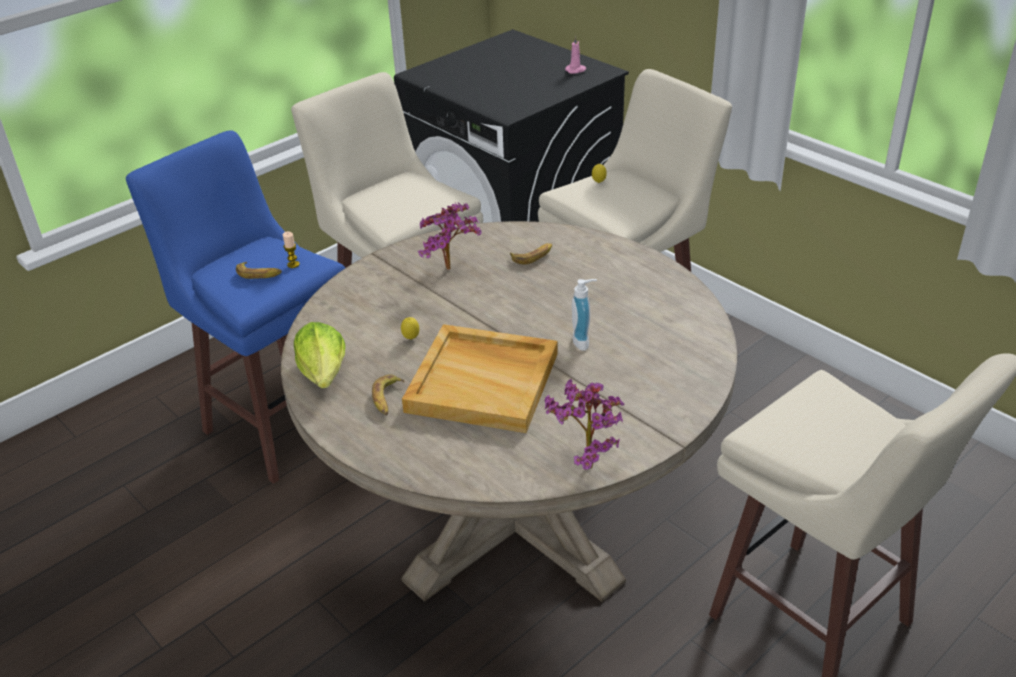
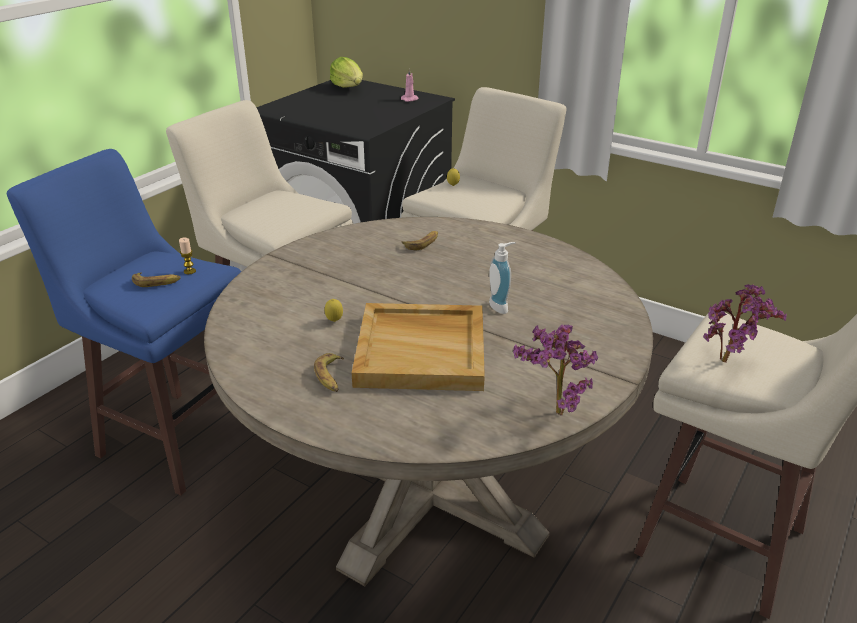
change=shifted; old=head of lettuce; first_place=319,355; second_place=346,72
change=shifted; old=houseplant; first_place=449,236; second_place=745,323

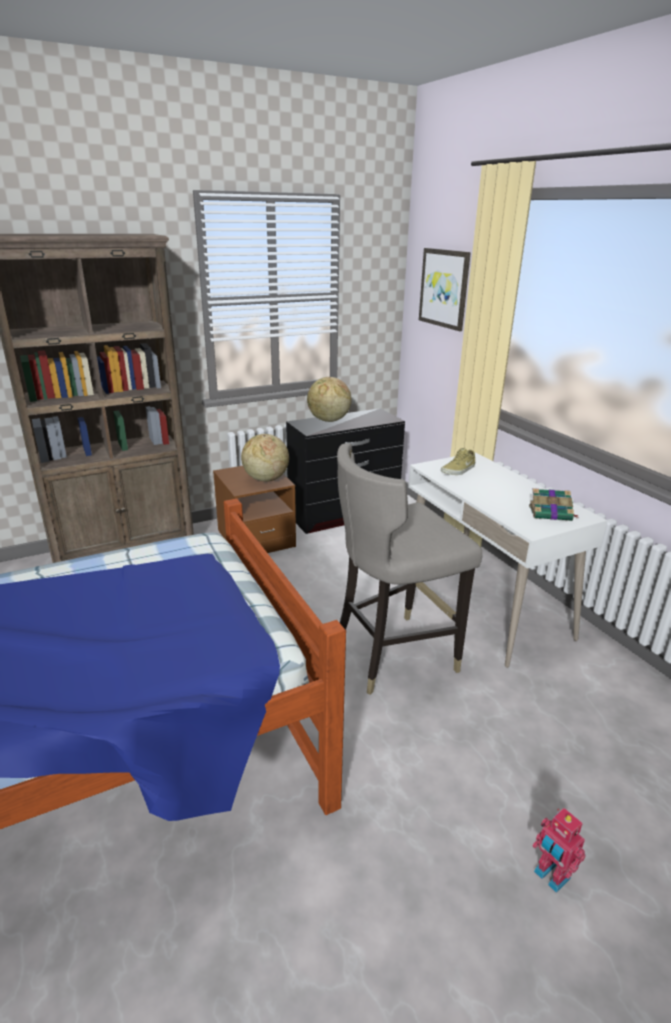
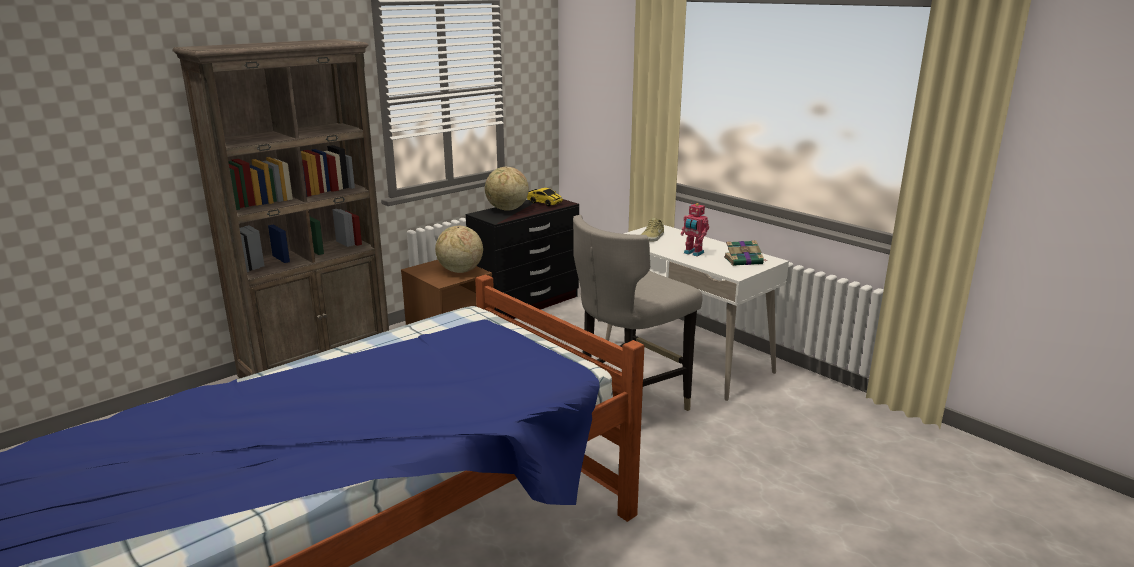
change=new; new=miniature car; second_place=545,197
change=shifted; old=toy robot; first_place=559,850; second_place=695,230
change=gone; old=picture; first_place=445,289

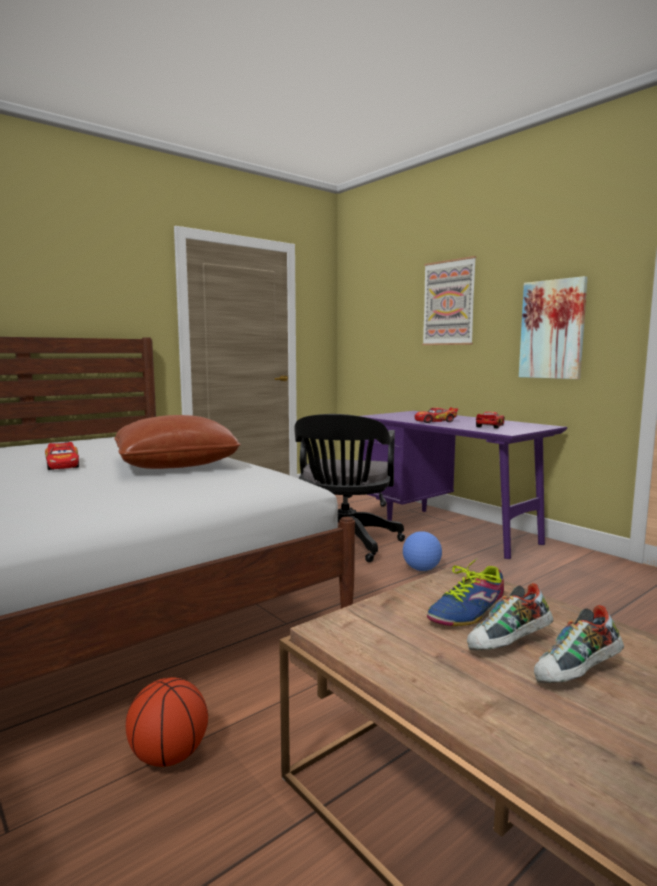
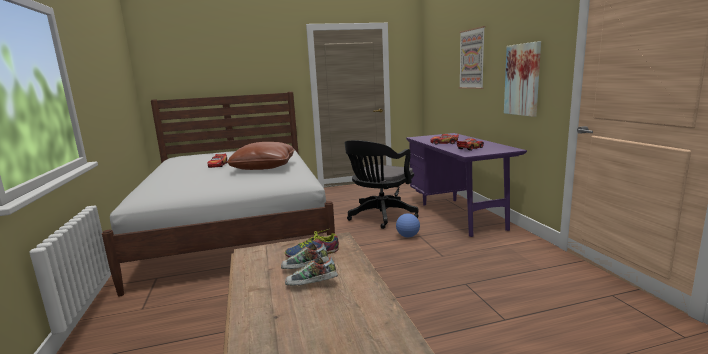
change=gone; old=ball for basketball; first_place=167,722

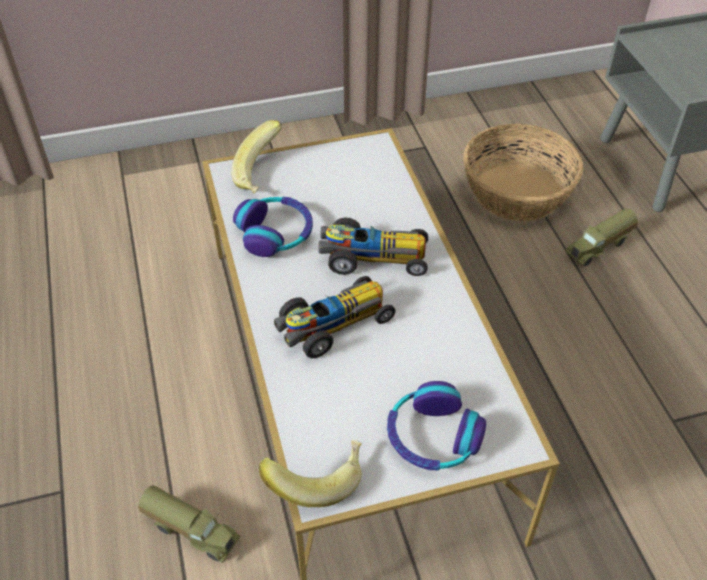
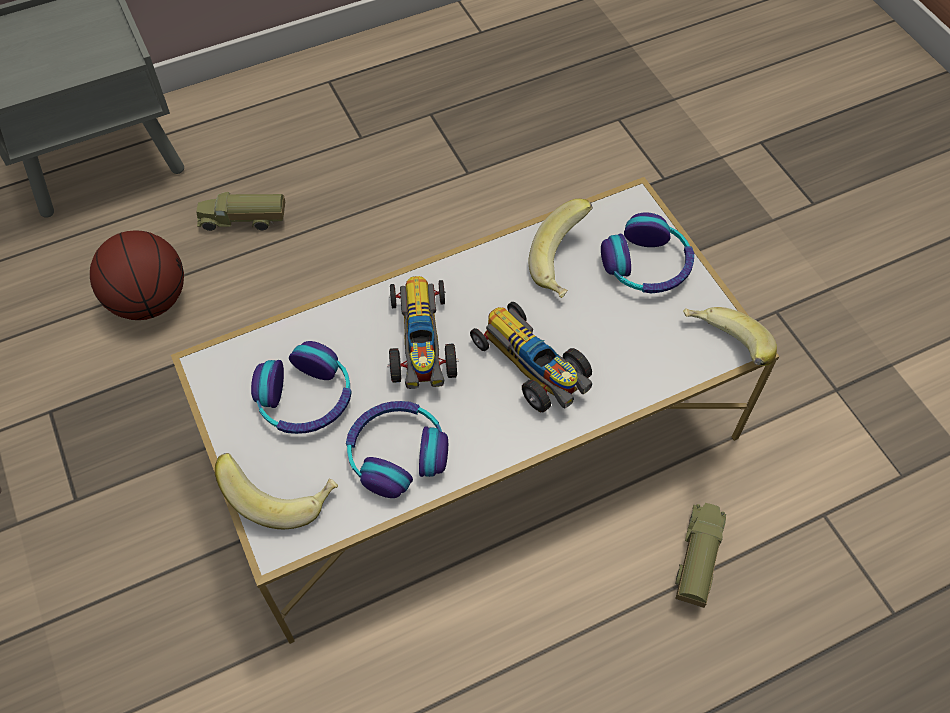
change=swapped; old=storage basket; new=ball for basketball; first_place=523,172; second_place=137,275
change=rotated; old=model truck; first_place=601,237; second_place=241,211; degrees=135
change=new; new=headphones; second_place=301,387
change=new; new=banana; second_place=561,248

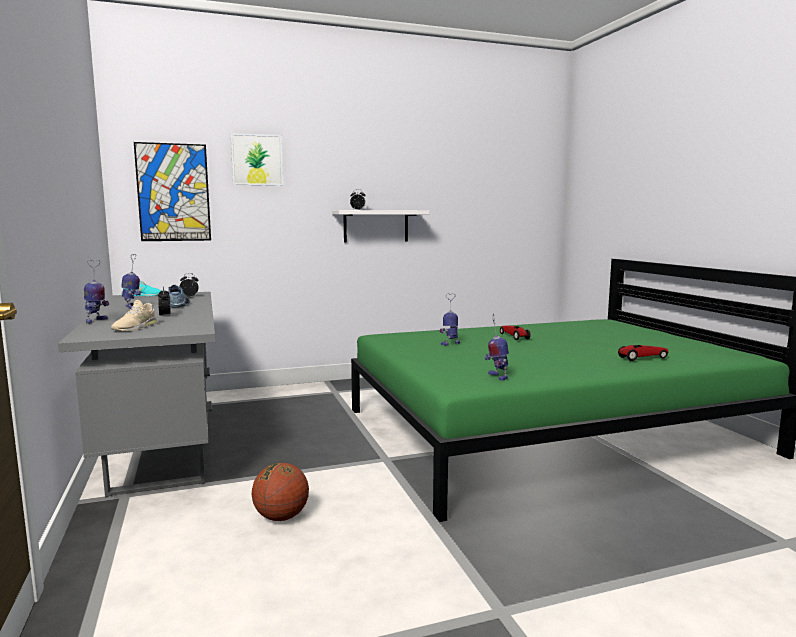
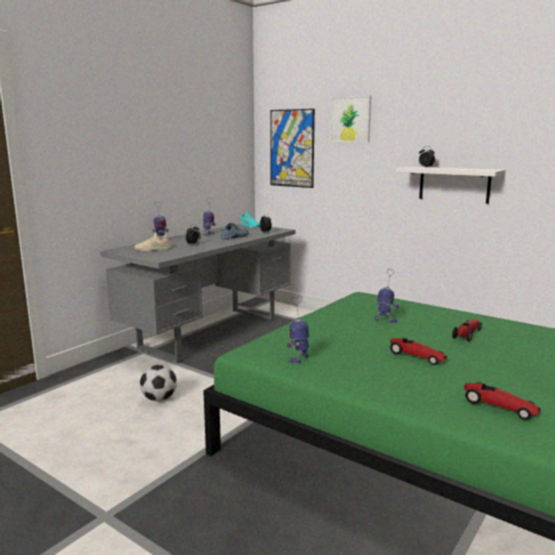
change=swapped; old=ball for basketball; new=ball for football; first_place=280,492; second_place=158,383
change=new; new=miniature car; second_place=418,351

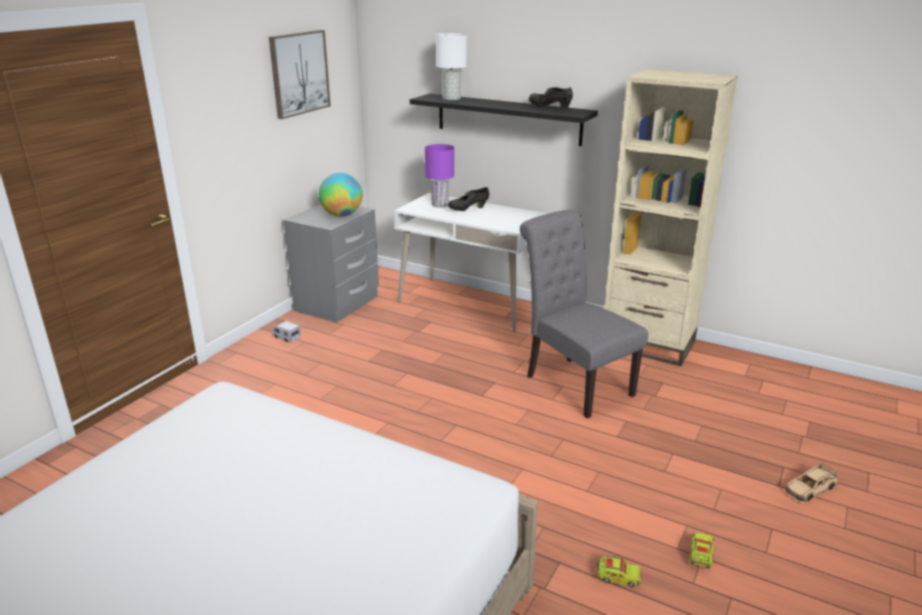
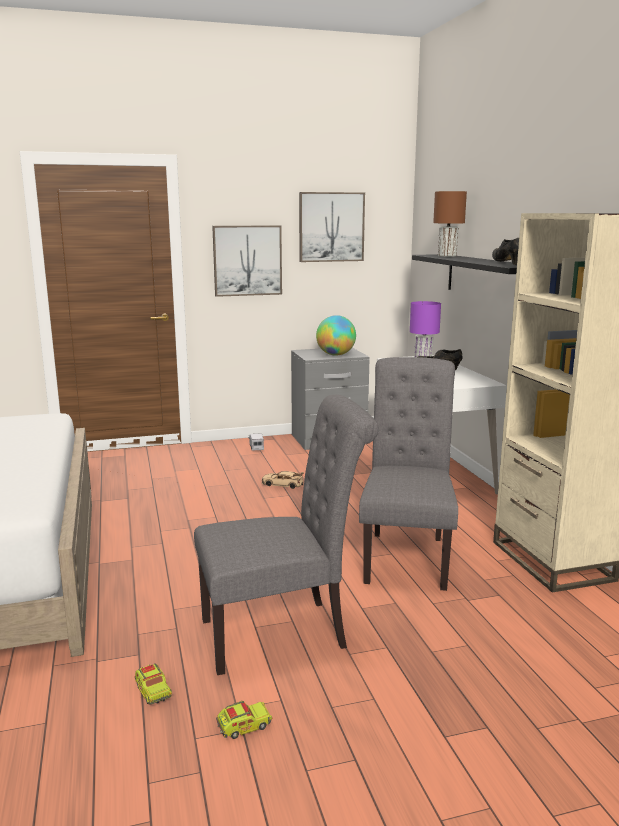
change=new; new=plain chair in greyish; second_place=286,535
change=new; new=picture; second_place=247,261
change=shifted; old=miniature car in beige-coloured; first_place=812,482; second_place=283,480
change=repainted; old=table lamp in whitish; new=table lamp in brownish; first_place=451,66; second_place=450,224

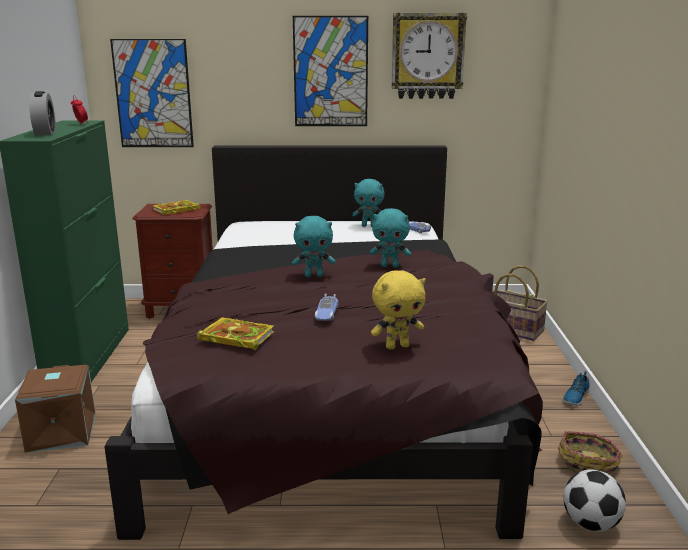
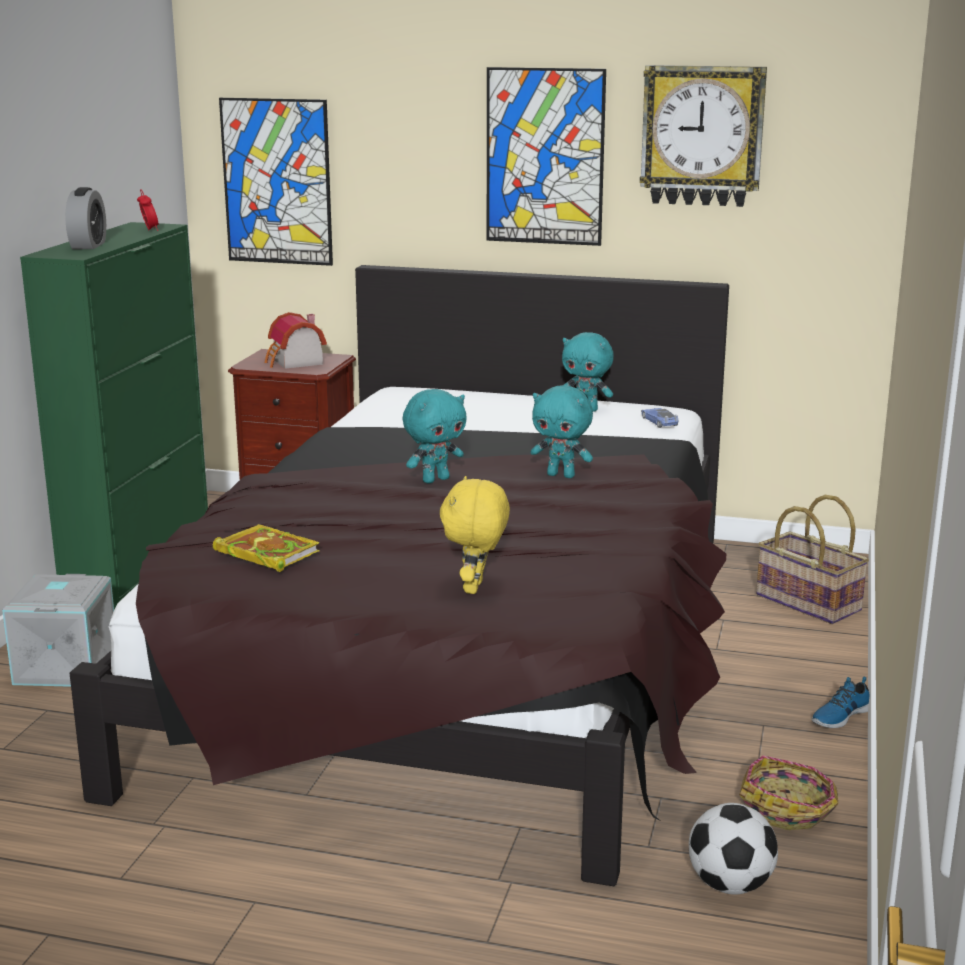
change=repainted; old=storage bin in brownish; new=storage bin in greyish; first_place=55,409; second_place=58,630
change=swapped; old=volume; new=miniature house; first_place=176,207; second_place=296,340
change=rotated; old=plush toy in turquoise; first_place=313,246; second_place=435,436; degrees=-45
change=rotated; old=plush toy in yellow; first_place=398,309; second_place=475,535; degrees=105
change=gone; old=miniature car; first_place=326,307

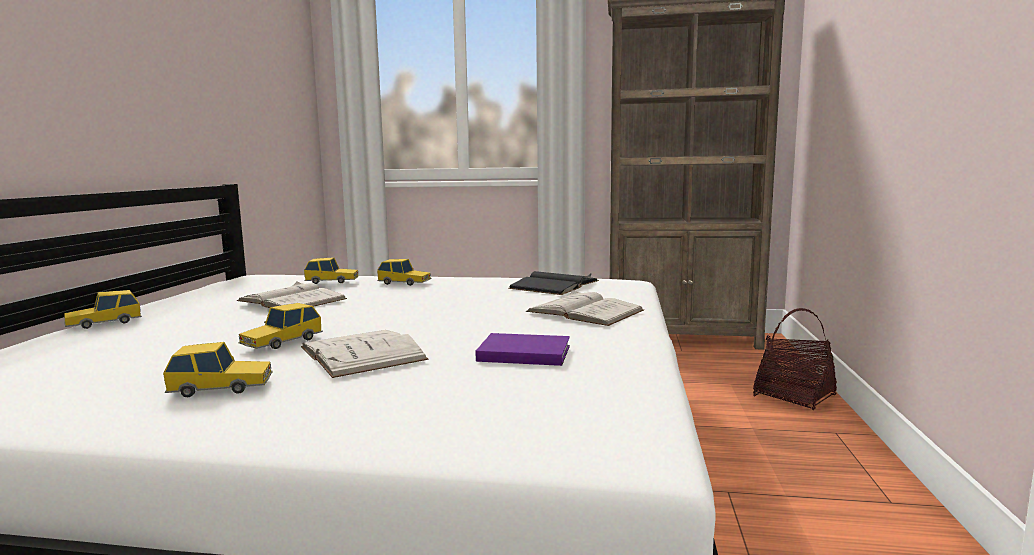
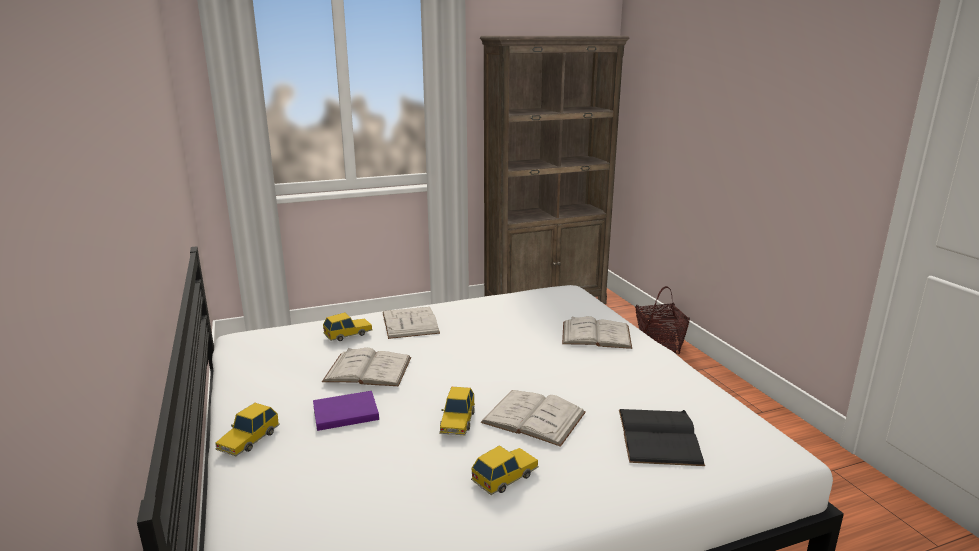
change=shifted; old=volume in purple; first_place=523,349; second_place=346,411
change=swapped; old=miniature car; new=volume in whitish; first_place=404,272; second_place=411,323
change=shifted; old=volume in black-coloured; first_place=553,283; second_place=662,437

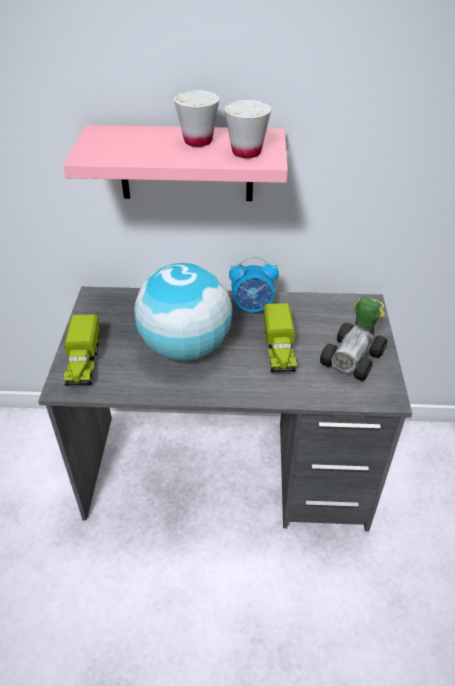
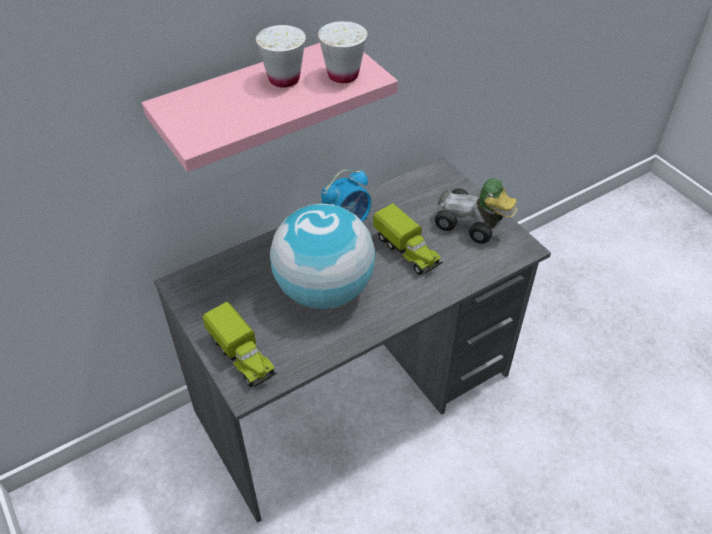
change=rotated; old=miniature car; first_place=353,339; second_place=476,211; degrees=120

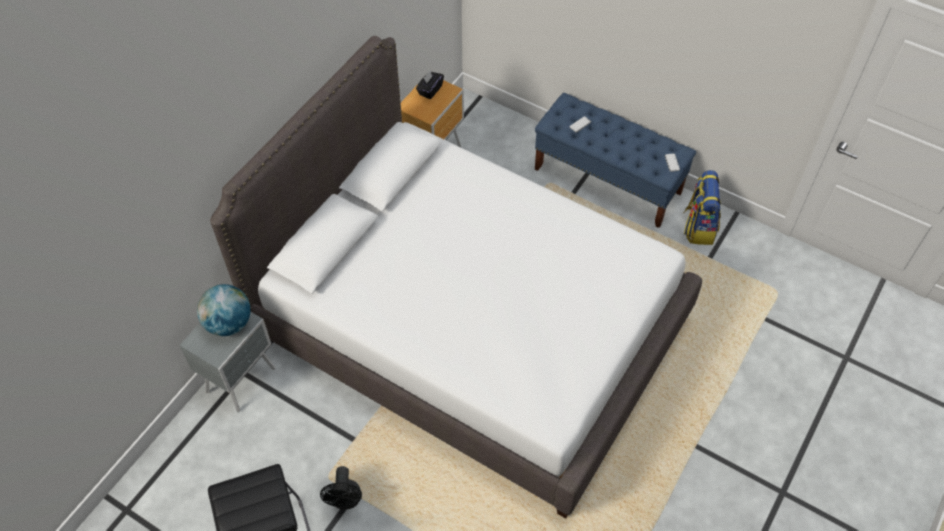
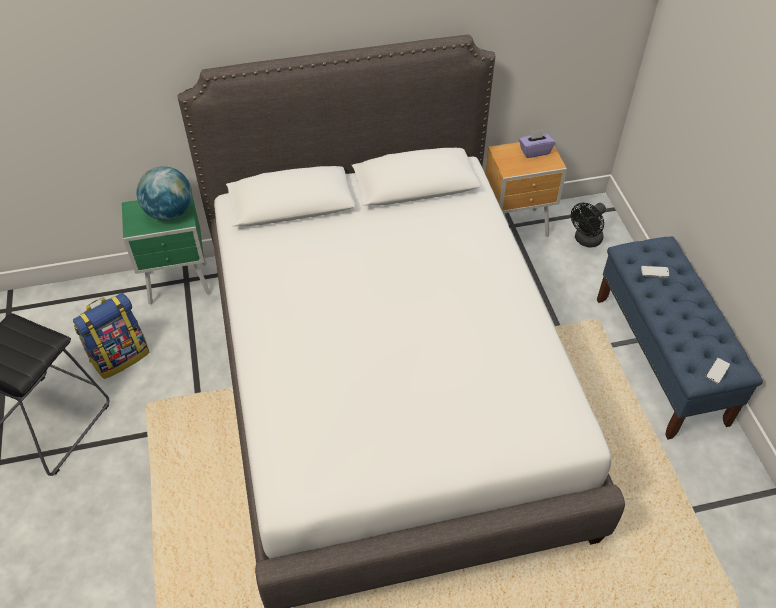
change=shifted; old=backpack; first_place=702,207; second_place=111,336
change=repainted; old=nightstand in greyish; new=nightstand in green; first_place=227,361; second_place=166,250
change=repainted; old=tissue box in black-coloured; new=tissue box in purple; first_place=430,85; second_place=537,143
change=shifted; old=cooling fan in black-coloured; first_place=341,488; second_place=588,225

